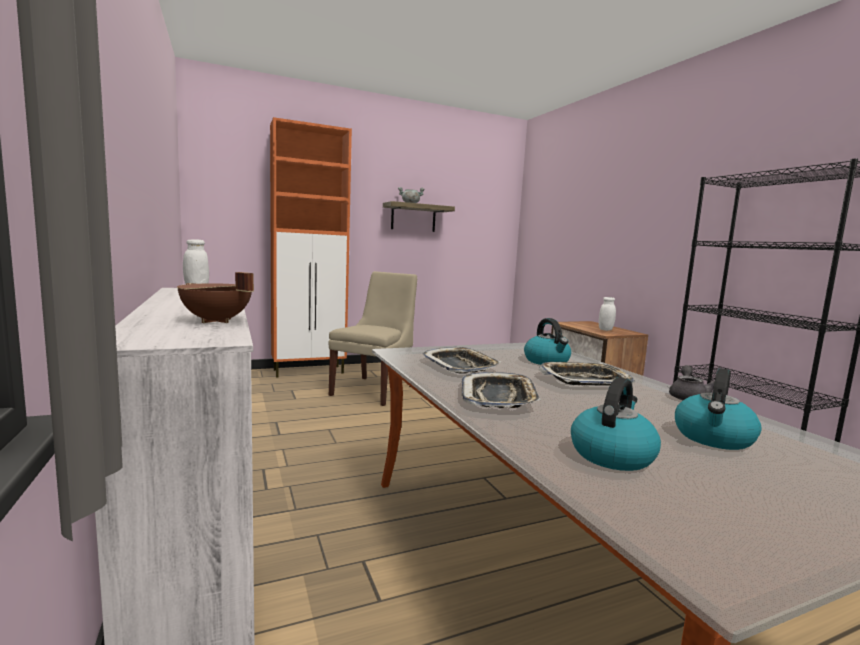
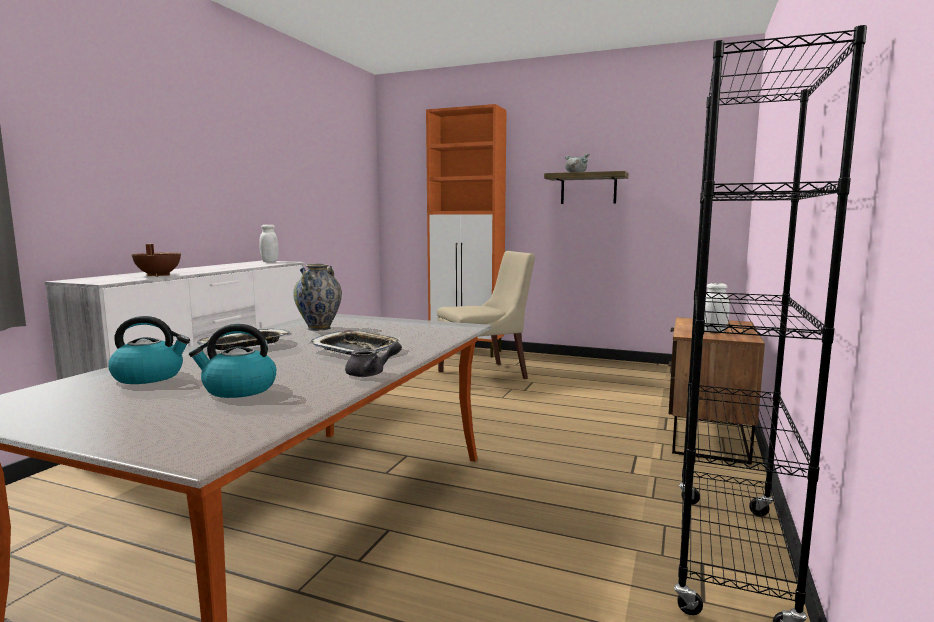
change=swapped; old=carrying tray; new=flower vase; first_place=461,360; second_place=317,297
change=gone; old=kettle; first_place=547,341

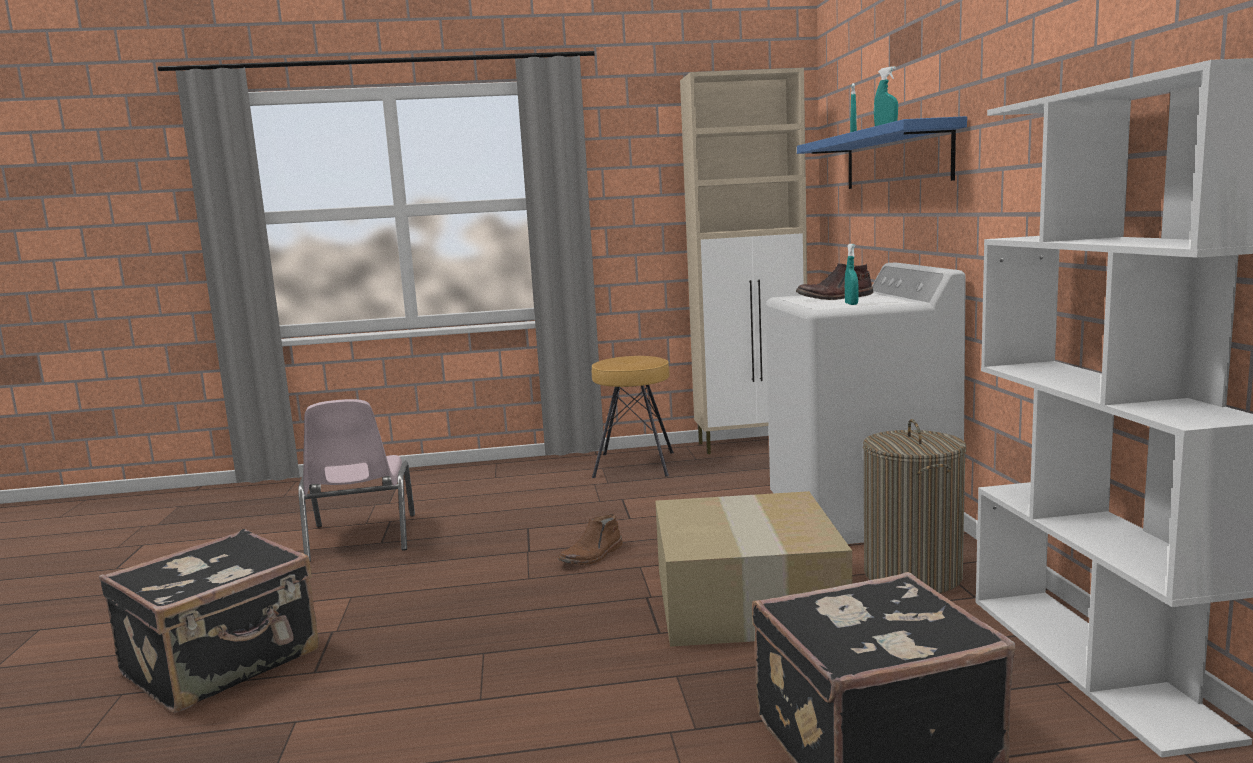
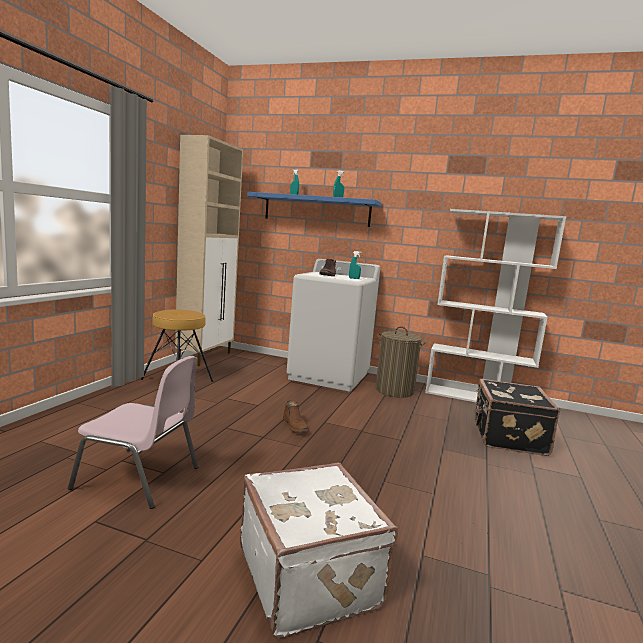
change=repainted; old=travel case in black-coloured; new=travel case in whitish; first_place=209,621; second_place=319,550
change=gone; old=packing box; first_place=753,569

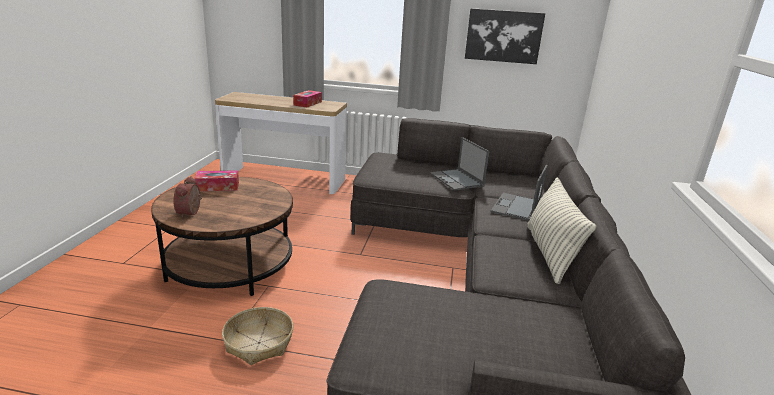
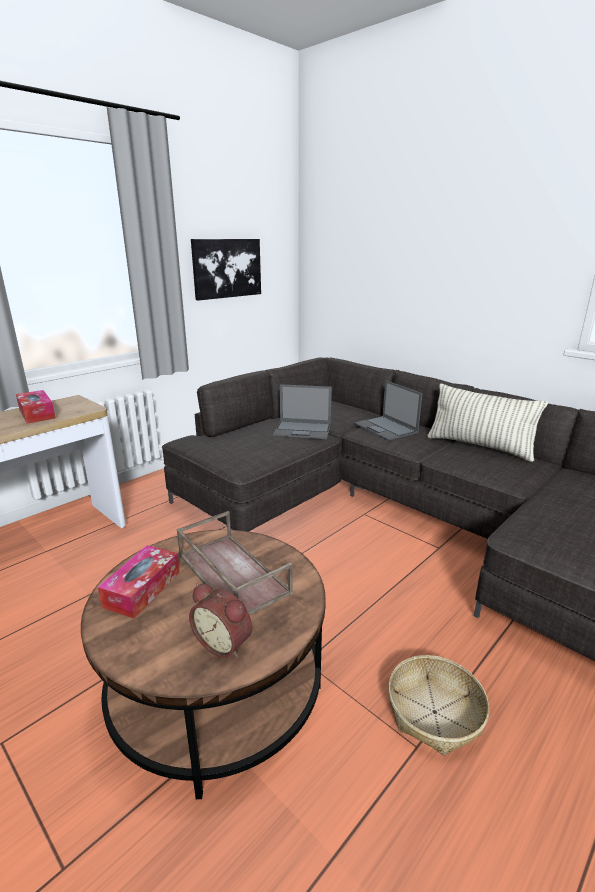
change=new; new=carrying tray in brownish; second_place=235,563

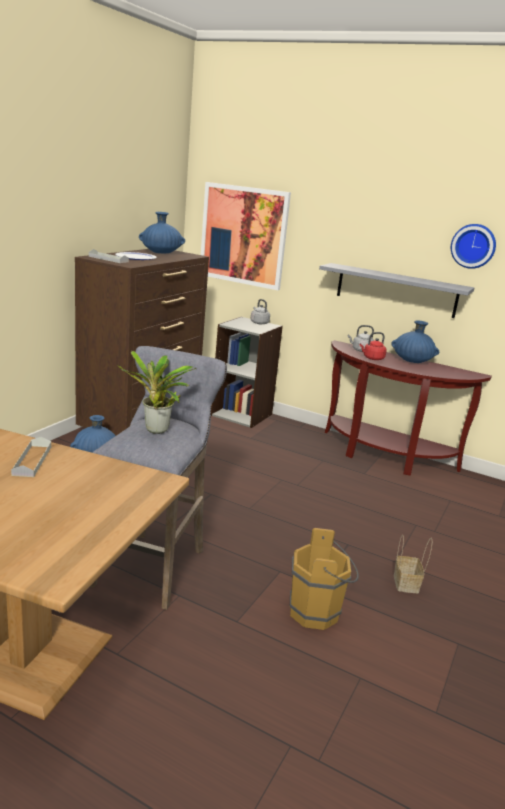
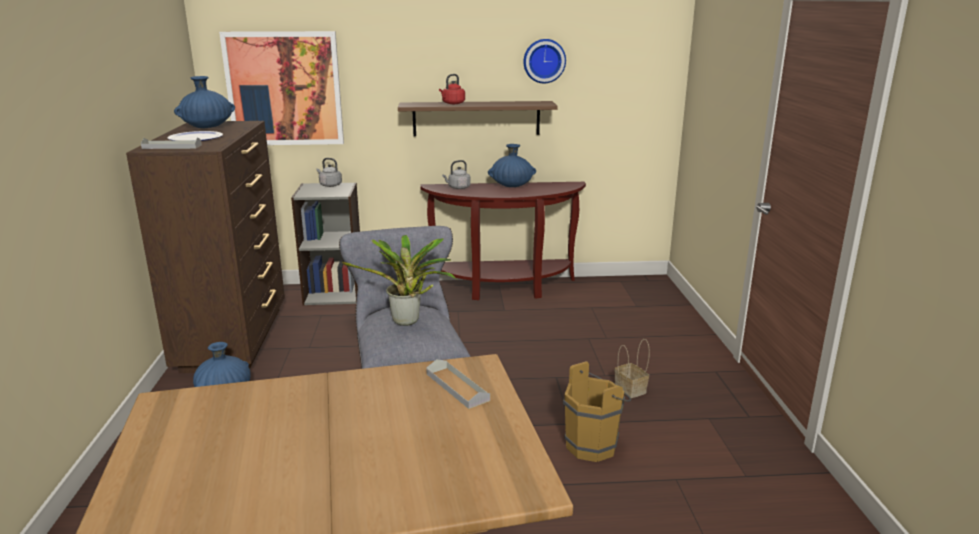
change=repainted; old=wall shelf in greyish; new=wall shelf in brownish; first_place=396,290; second_place=478,118
change=shifted; old=carrying tray in greyish; first_place=31,457; second_place=458,384
change=shifted; old=kettle in reddish; first_place=373,346; second_place=452,89

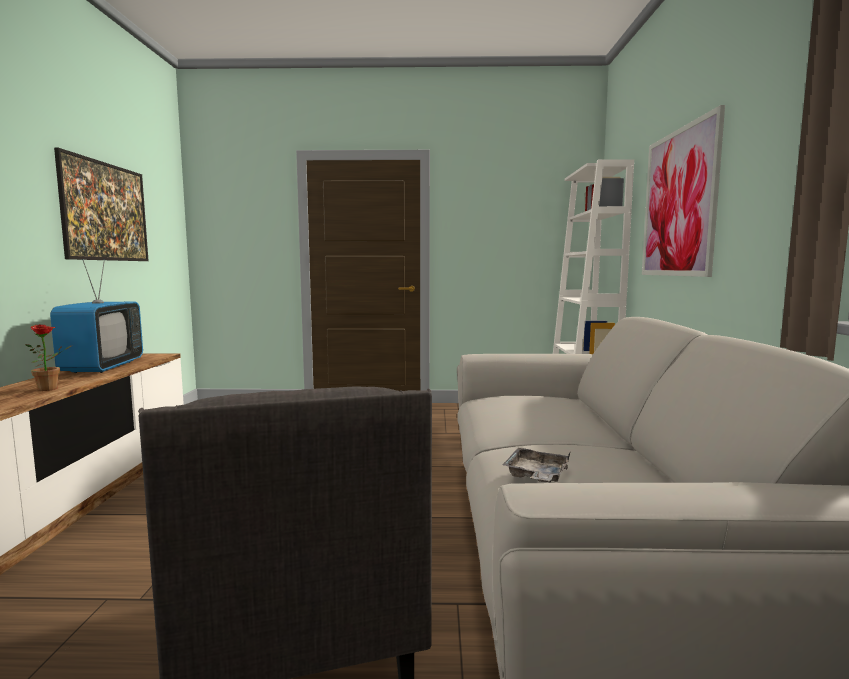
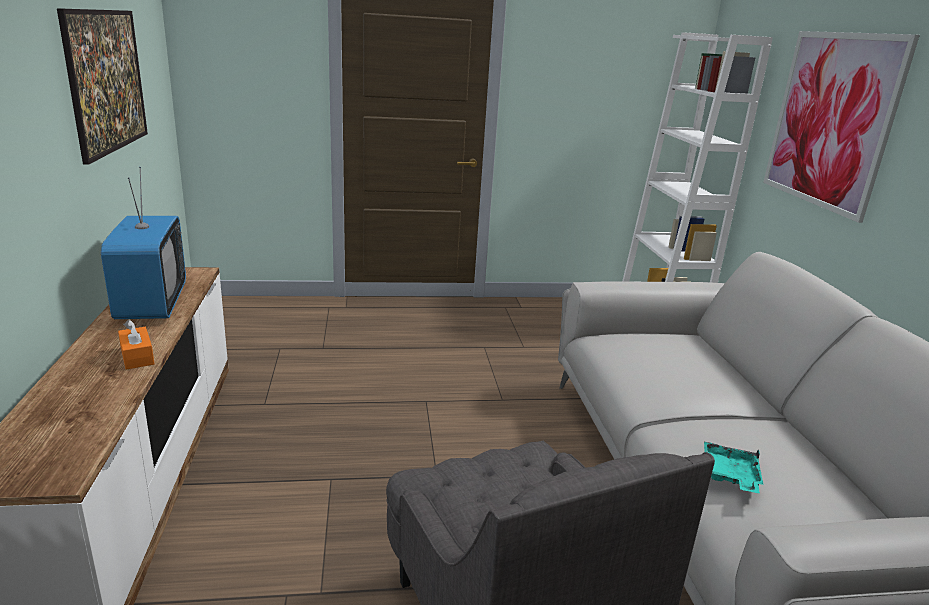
change=swapped; old=houseplant; new=tissue box in orangey; first_place=49,357; second_place=136,344
change=repainted; old=carrying tray in greyish; new=carrying tray in turquoise; first_place=536,465; second_place=733,467

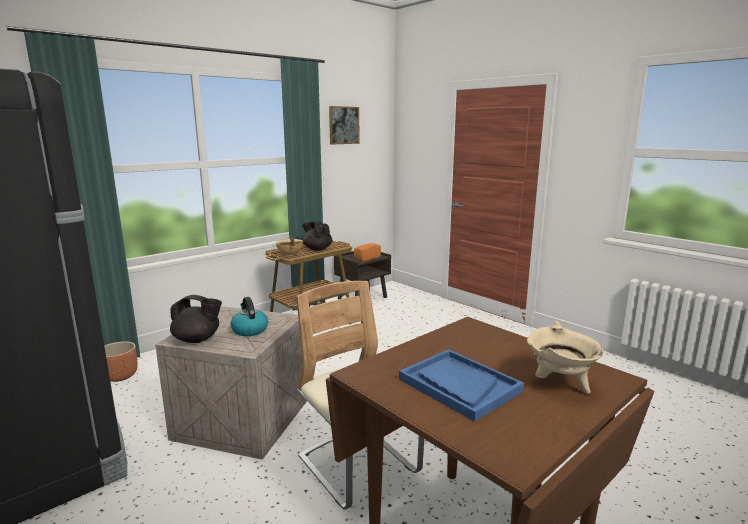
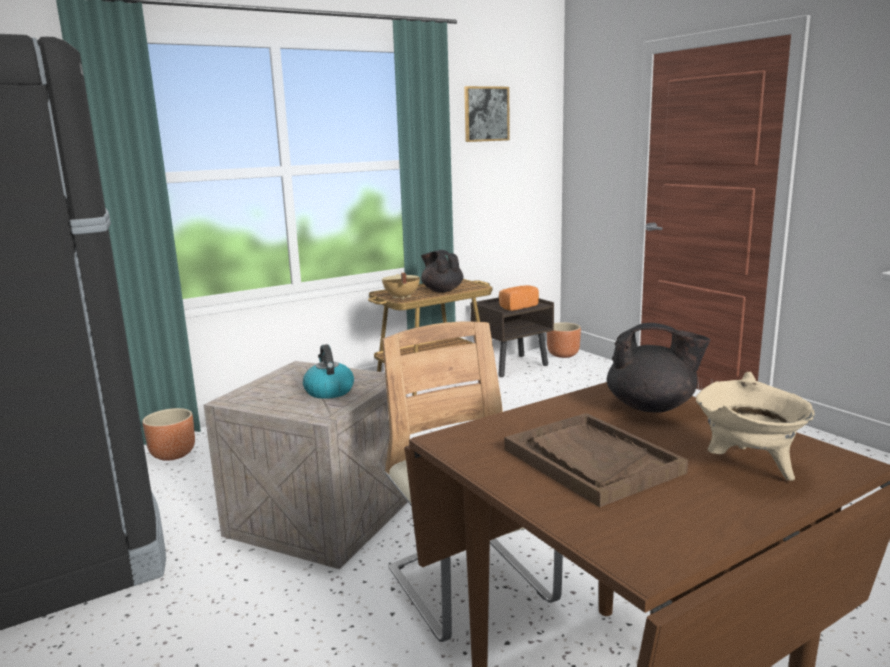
change=repainted; old=carrying tray in bluish; new=carrying tray in brownish; first_place=461,385; second_place=596,460
change=new; new=plant pot in brownish; second_place=564,340
change=shifted; old=pot for tea in black-coloured; first_place=196,319; second_place=658,368

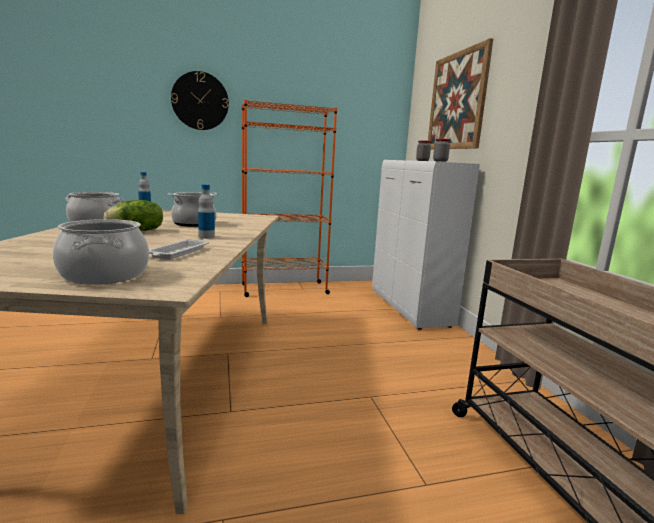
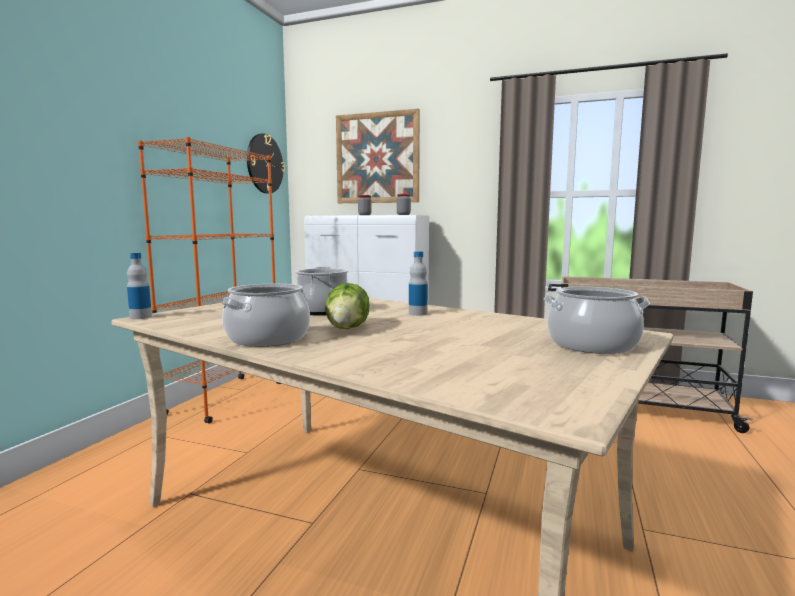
change=shifted; old=hanging clock; first_place=200,100; second_place=266,163
change=gone; old=carrying tray in whitish; first_place=179,249

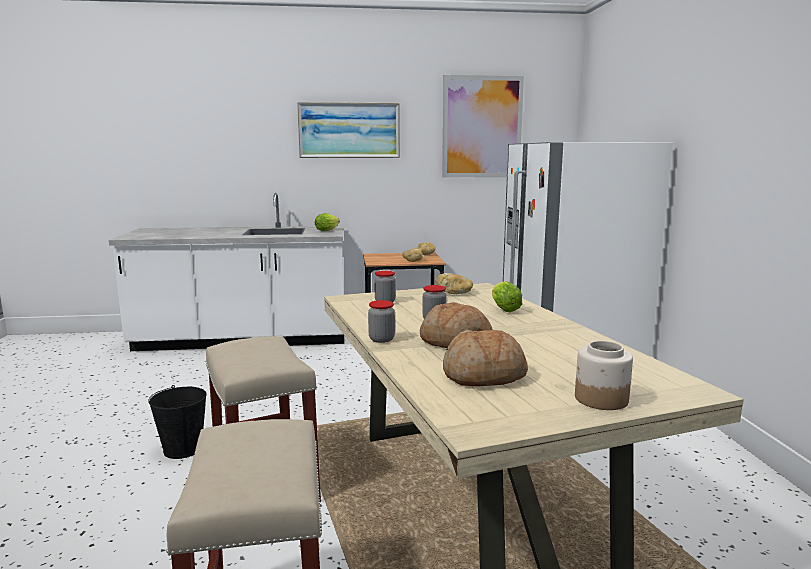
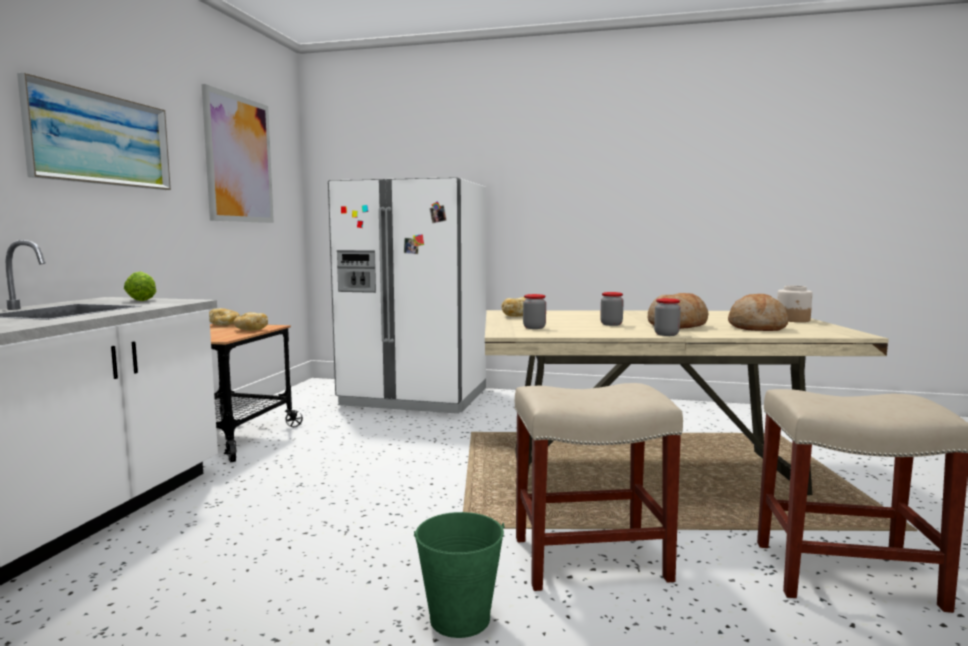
change=repainted; old=water bucket in black-coloured; new=water bucket in green; first_place=177,422; second_place=459,575
change=gone; old=head of lettuce; first_place=507,296

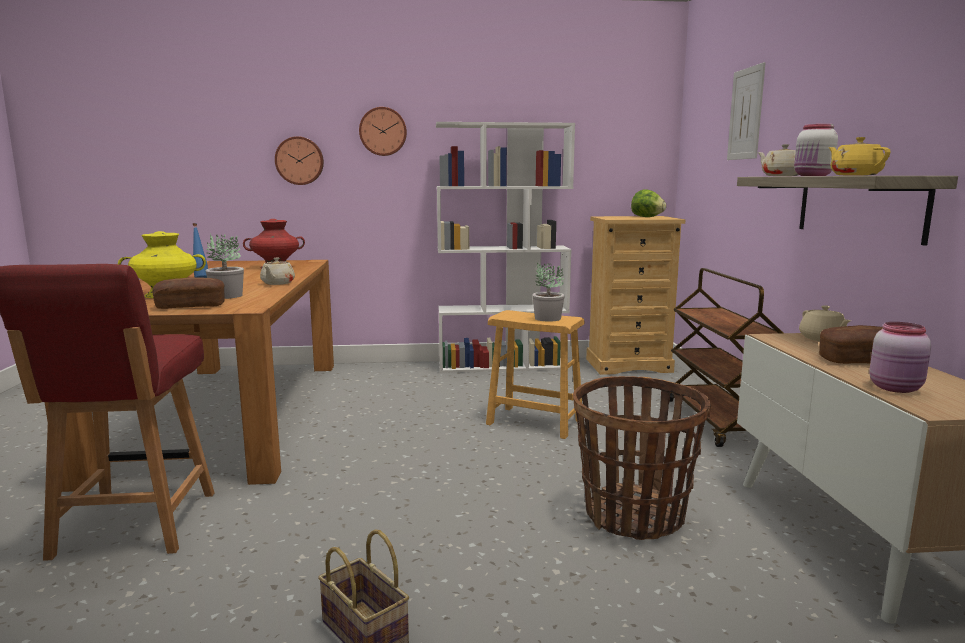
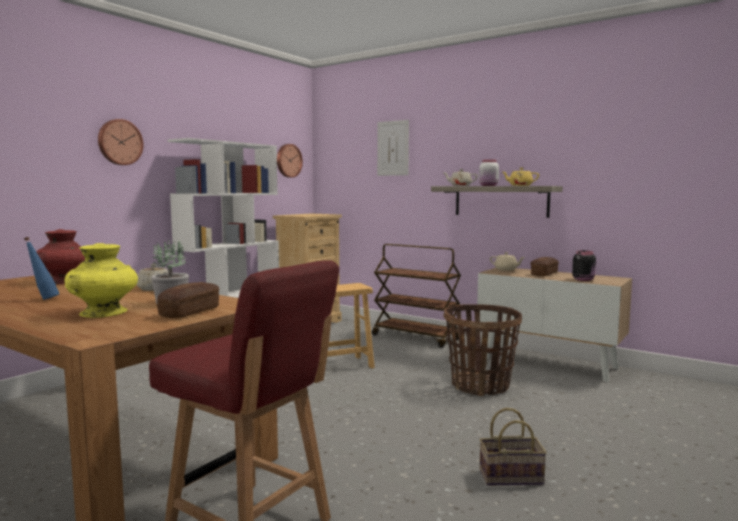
change=shifted; old=hanging clock; first_place=299,160; second_place=290,161
change=repainted; old=preserve jar in pink; new=preserve jar in black-coloured; first_place=900,357; second_place=584,265
change=gone; old=houseplant; first_place=548,292
change=gone; old=head of lettuce; first_place=648,203

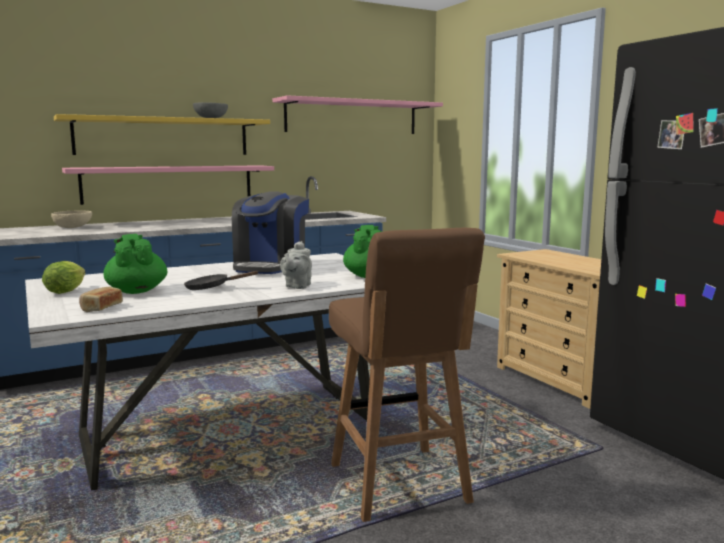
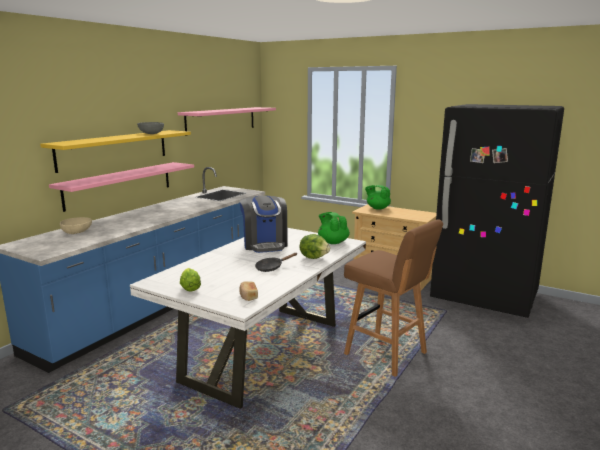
change=swapped; old=pot for tea in greyish; new=head of lettuce; first_place=296,265; second_place=315,246
change=shifted; old=pot for tea in green; first_place=135,264; second_place=378,197

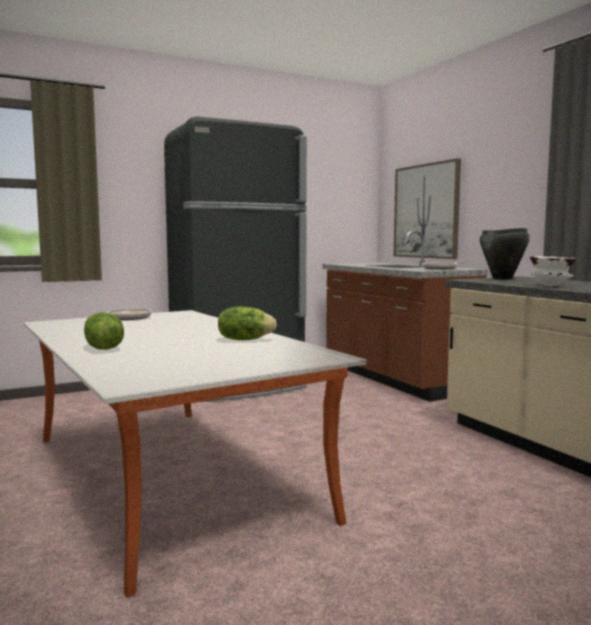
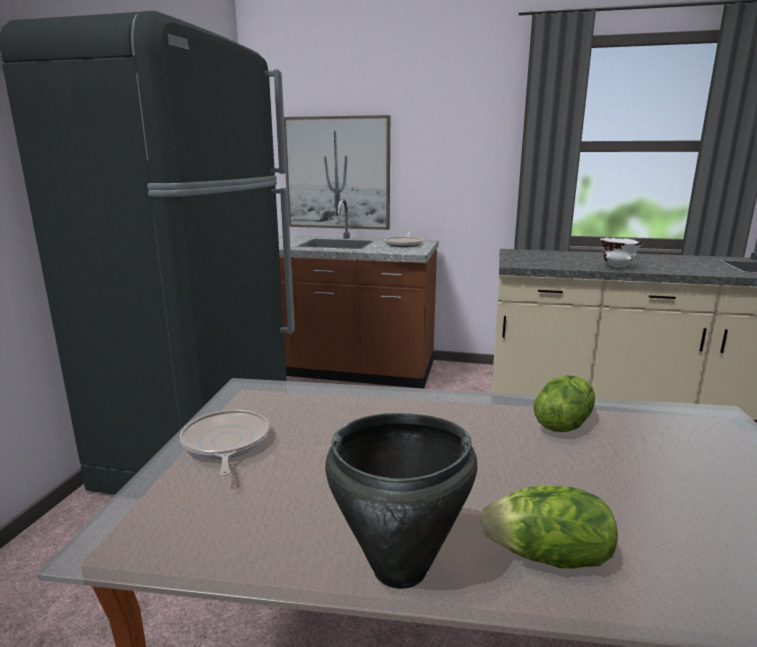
change=shifted; old=cooking pot in black-coloured; first_place=505,254; second_place=401,501

